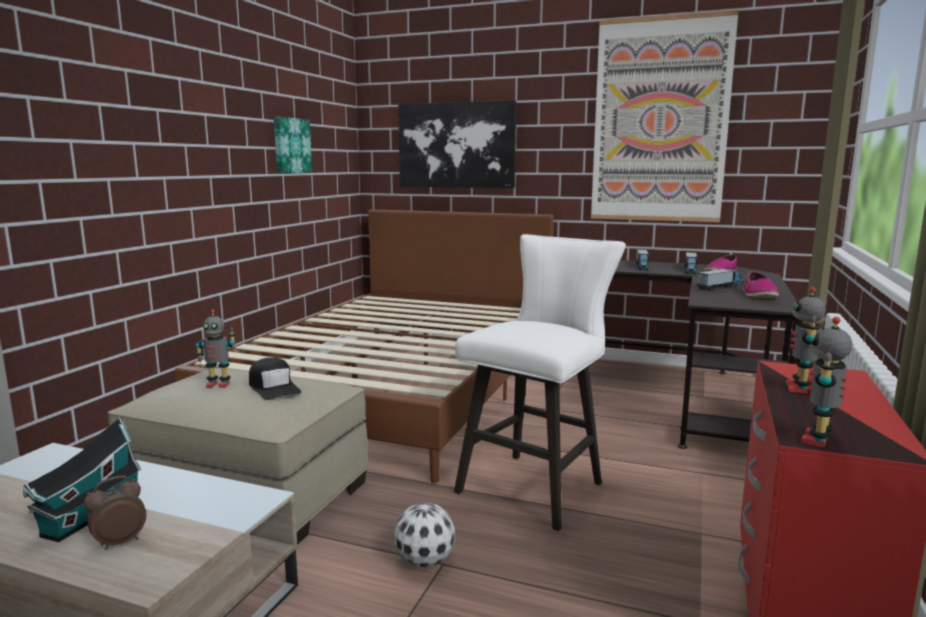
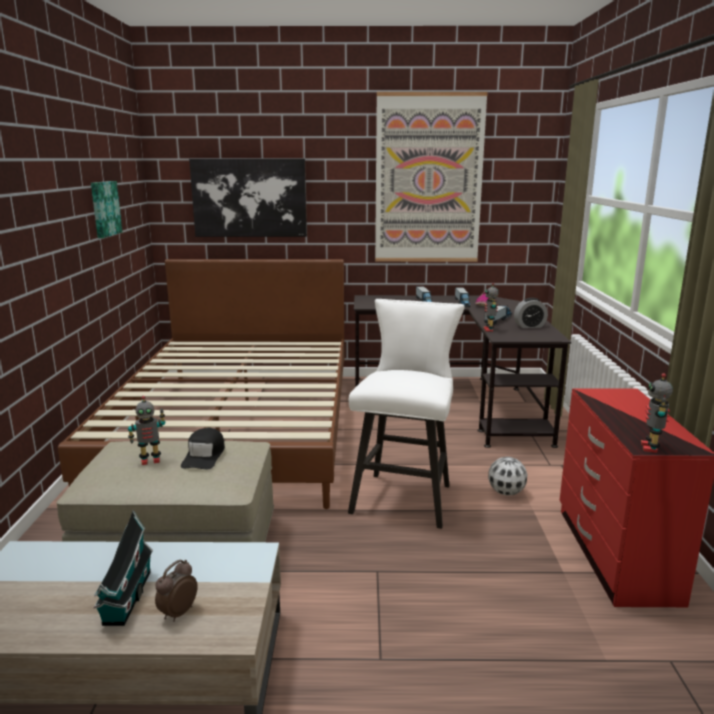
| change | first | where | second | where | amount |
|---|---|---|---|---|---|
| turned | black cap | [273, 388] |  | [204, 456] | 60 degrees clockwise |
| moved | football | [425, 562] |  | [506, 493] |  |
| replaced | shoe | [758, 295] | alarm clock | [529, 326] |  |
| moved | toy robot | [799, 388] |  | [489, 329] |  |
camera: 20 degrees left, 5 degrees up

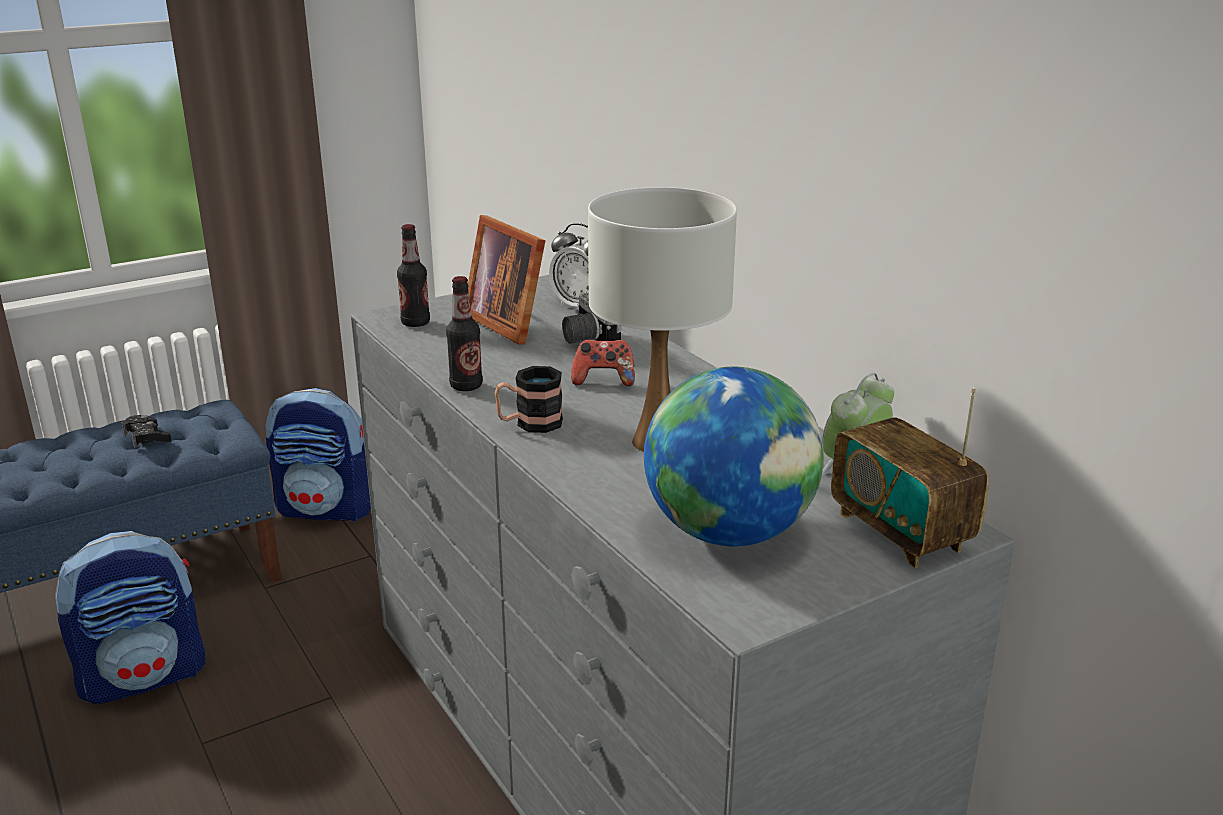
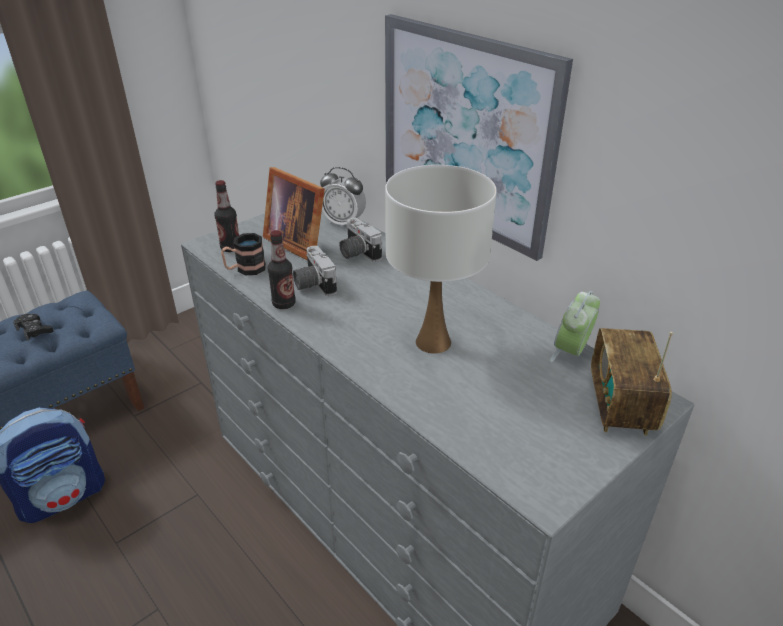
| change | first | where | second | where | amount |
|---|---|---|---|---|---|
| removed | backpack | [326, 509] |  |  |  |
| moved | mug | [529, 424] |  | [245, 269] |  |
| removed | game controller | [603, 380] |  |  |  |
| removed | globe | [729, 532] |  |  |  |
| turned | radio | [900, 532] |  | [620, 406] | 45 degrees clockwise |
| added |  |  | photo camera | [313, 284] |  |
| added |  |  | picture | [465, 133] |  |
camera: 10 degrees left, 10 degrees up

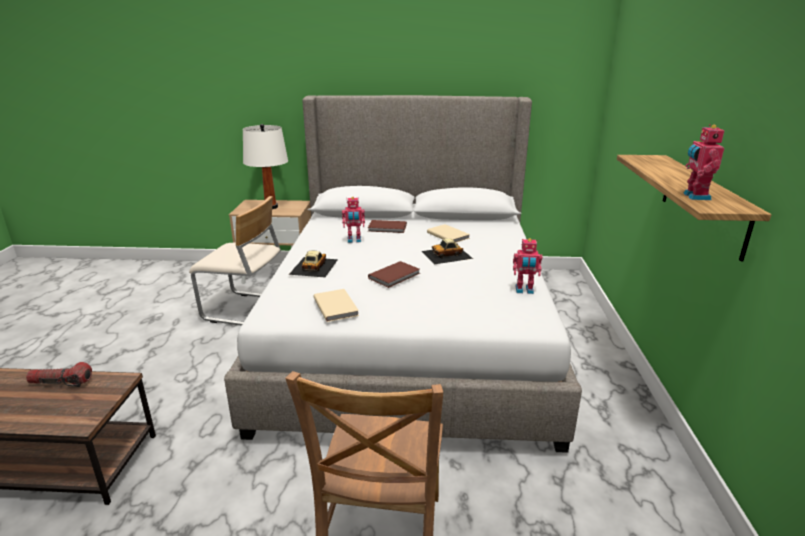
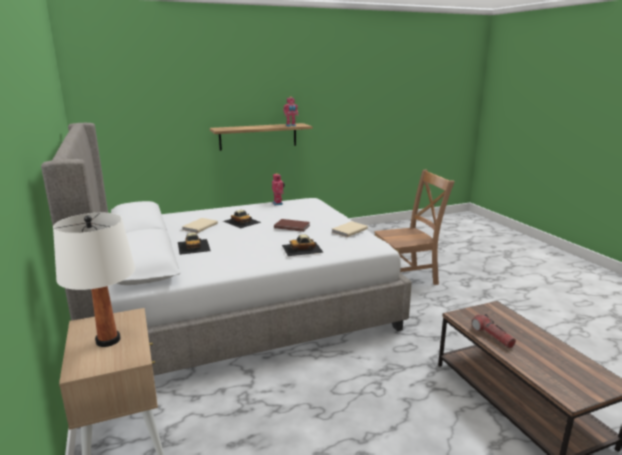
| change | first | where | second | where | amount |
|---|---|---|---|---|---|
| removed | beige chair | [248, 311] |  |  |  |
| removed | toy robot | [354, 240] |  |  |  |
| replaced | brown book | [387, 228] | toy car | [194, 246] |  |
camera: 115 degrees left, 5 degrees down

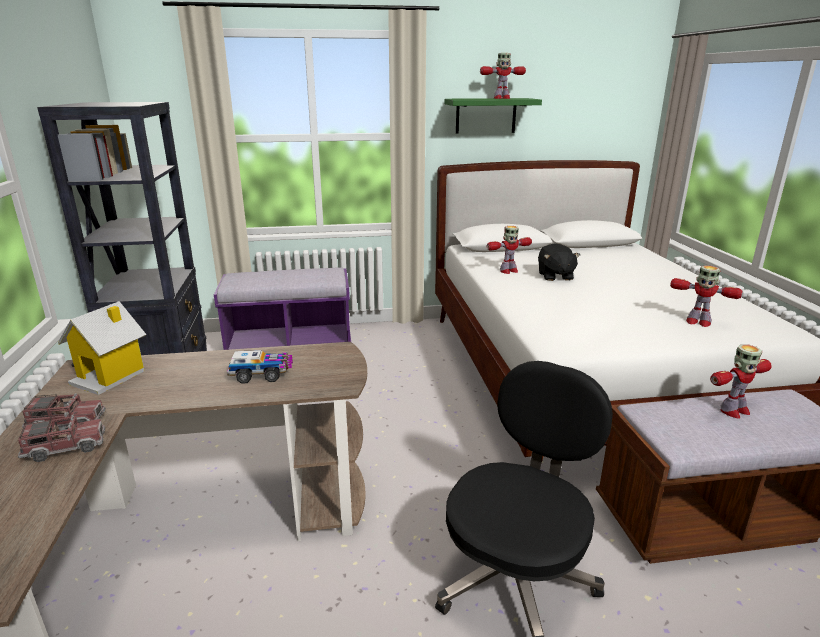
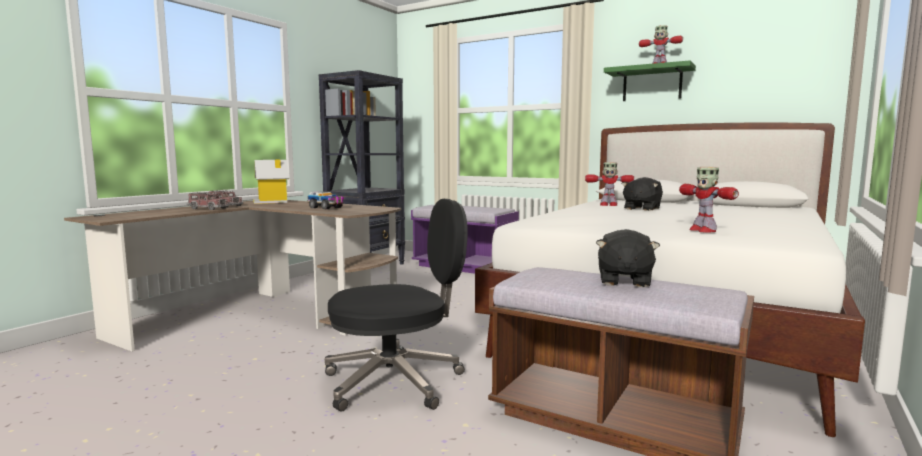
| change | first | where | second | where | amount |
|---|---|---|---|---|---|
| replaced | toy robot | [733, 411] | black plush toy | [624, 281] |  |
camera: 40 degrees right, 15 degrees down

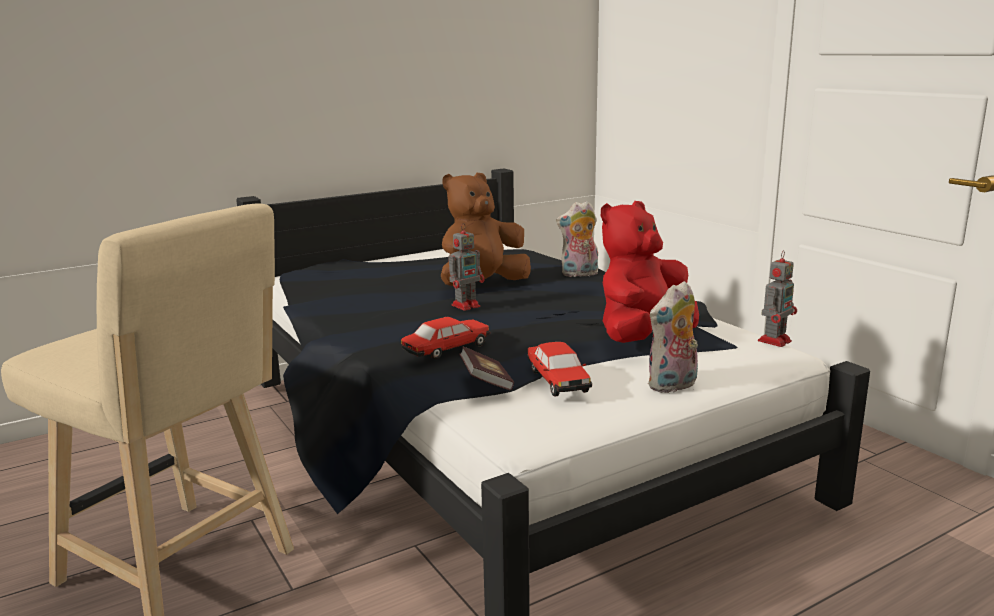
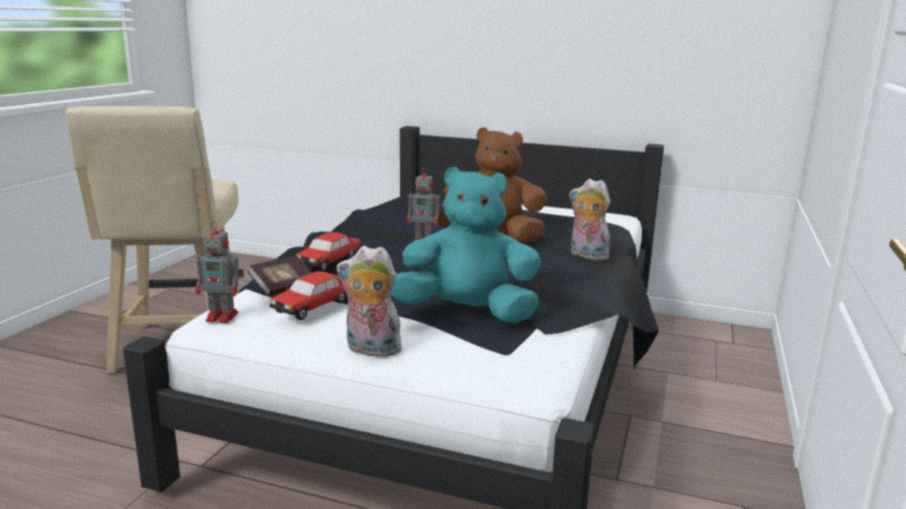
| change | first | where | second | where | amount |
|---|---|---|---|---|---|
| turned | toy car | [446, 349] |  | [329, 261] | 105 degrees clockwise |
| recoloured | red plush toy | [643, 337] | turquoise plush toy | [467, 313] |  |
| moved | toy robot | [775, 340] |  | [224, 317] |  |
camera: 50 degrees right, 0 degrees up

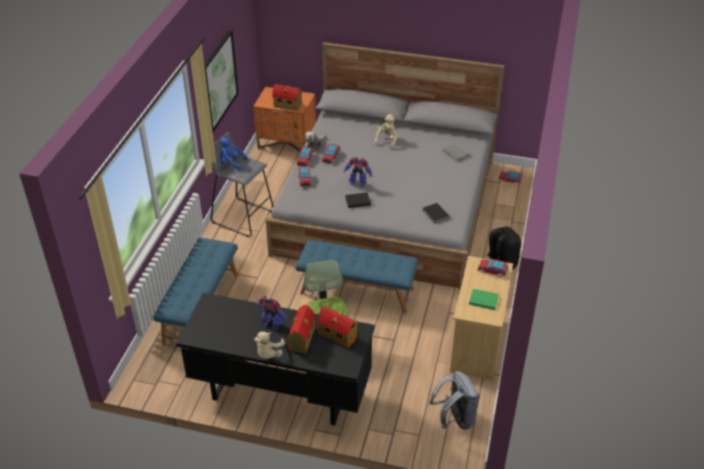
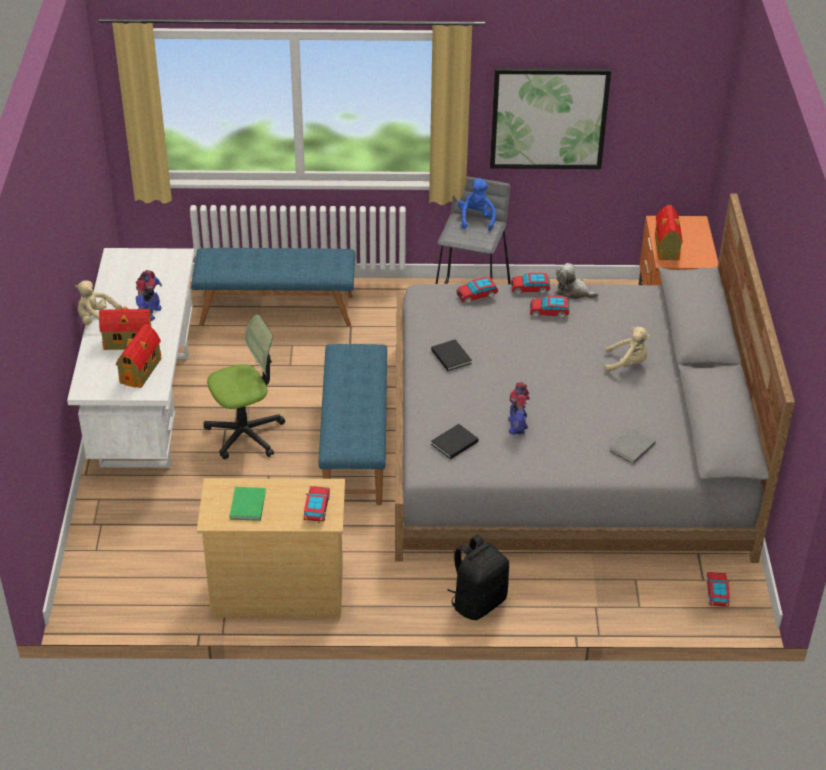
| change | first | where | second | where | amount |
|---|---|---|---|---|---|
| recoloured | black desk | [279, 392] | white desk | [145, 408] |  |
| moved | toy robot | [357, 182] |  | [517, 425] |  |
| removed | grey backpack | [454, 419] |  |  |  |
camera: 75 degrees right, 0 degrees up

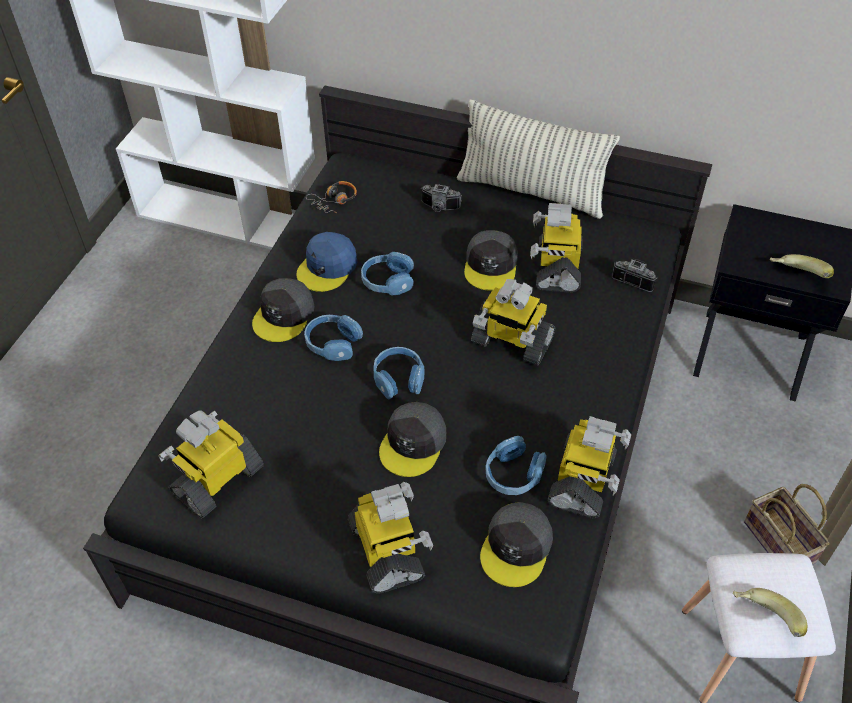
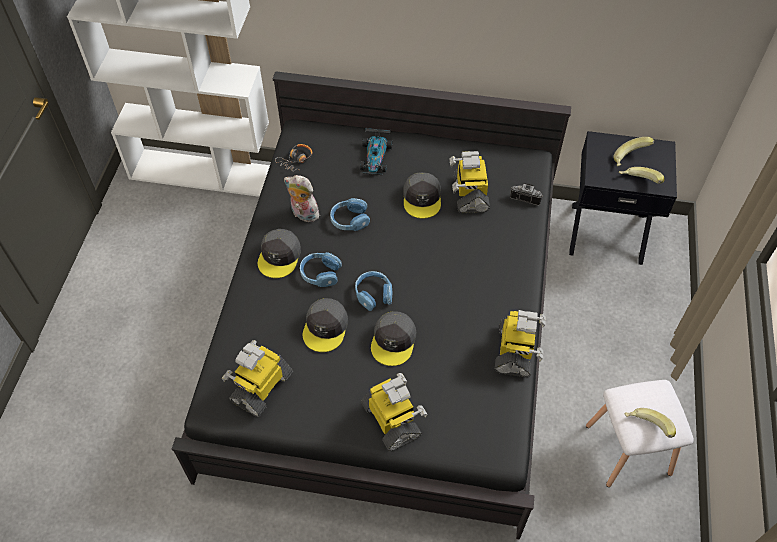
| change | first | where | second | where | amount |
|---|---|---|---|---|---|
| replaced | blue cap | [327, 267] | plush toy | [303, 214] |  |
| replaced | photo camera | [439, 208] | toy car | [375, 157] |  |
| removed | pillow | [531, 191] |  |  |  |
| removed | toy robot | [511, 341] |  |  |  |
| moved | grey cap | [516, 548] |  | [326, 327] |  |
| removed | blue headphones | [514, 474] |  |  |  |
| removed | basket | [781, 543] |  |  |  |
| added |  |  | banana | [630, 159] |  |
camera: 10 degrees left, 5 degrees up

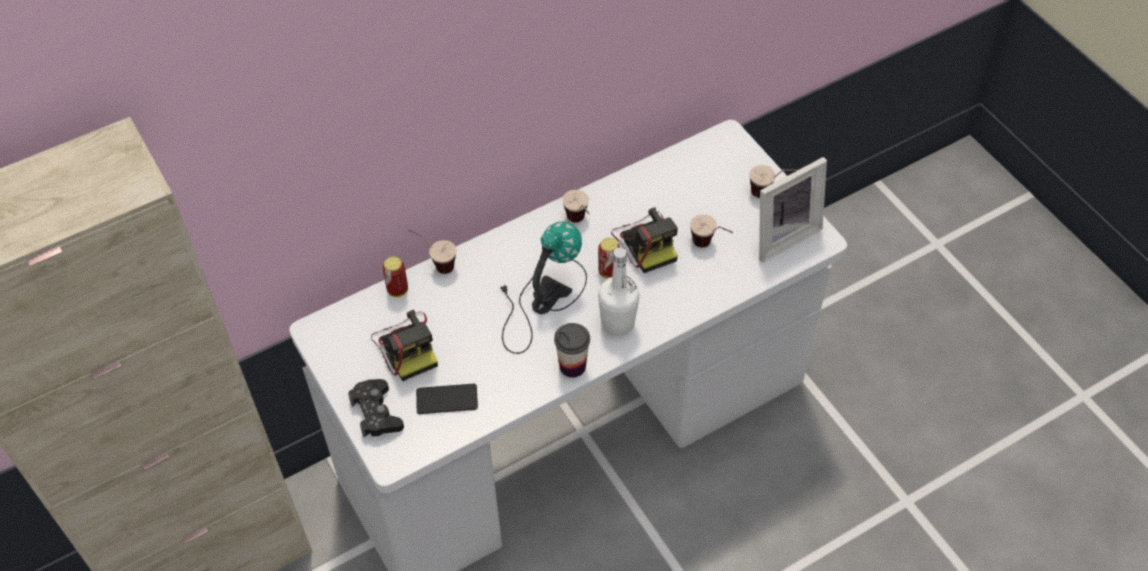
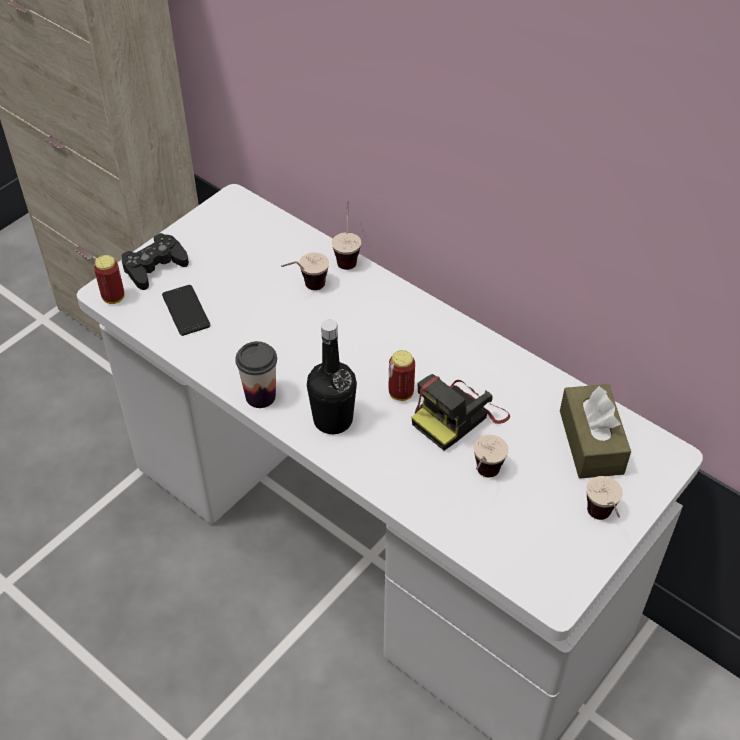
| change | first | where | second | where | amount |
|---|---|---|---|---|---|
| removed | photo camera | [407, 347] |  |  |  |
| moved | can | [398, 290] |  | [113, 298] |  |
| removed | table lamp | [540, 299] |  |  |  |
| moved | cup | [579, 224] |  | [305, 289] |  |
| recoloured | white bottle | [617, 323] | black bottle | [333, 420] |  |
| removed | picture frame | [782, 235] |  |  |  |
| added |  |  | brown tissue box | [591, 442] |  |
camera: 70 degrees right, 5 degrees down

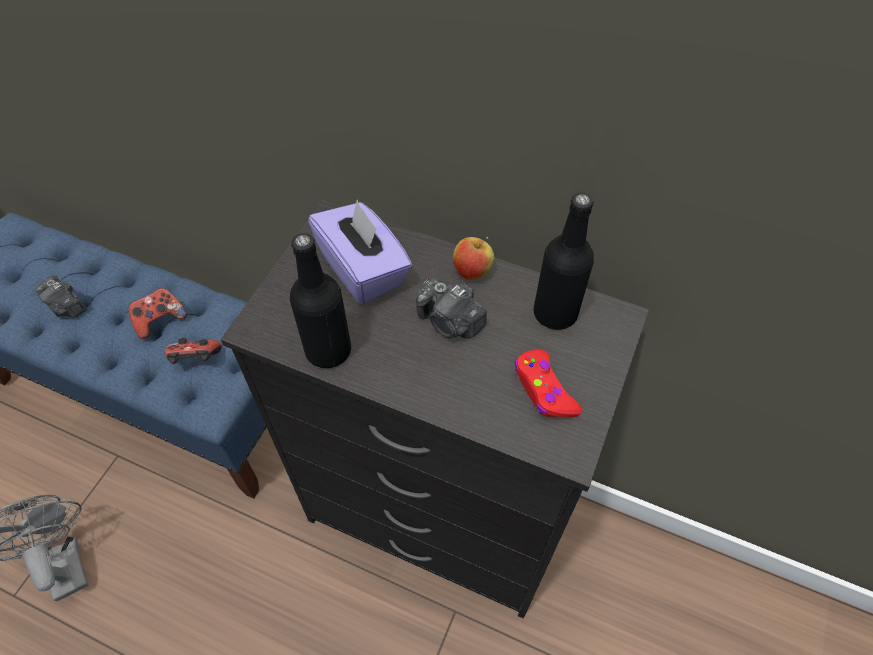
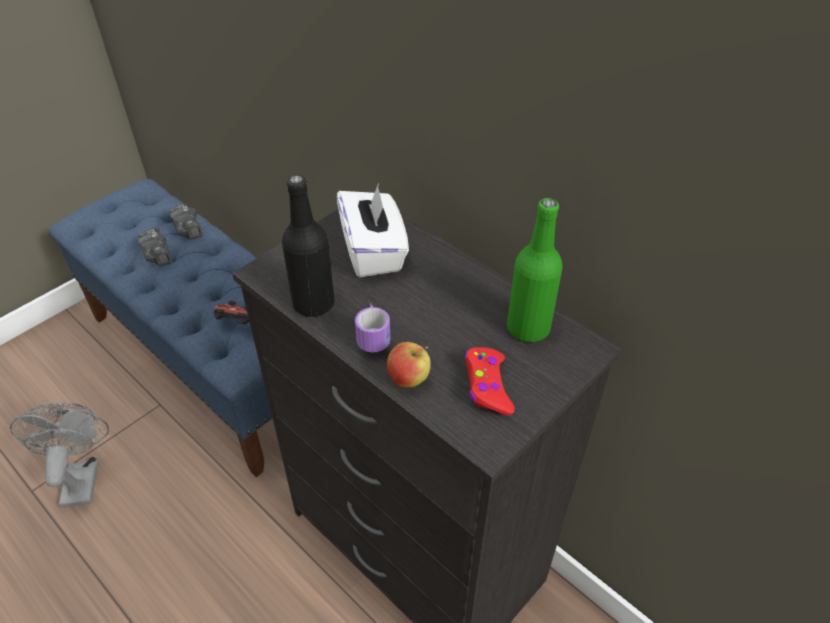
| change | first | where | second | where | amount |
|---|---|---|---|---|---|
| removed | game controller | [160, 320] |  |  |  |
| recoloured | purple tissue box | [363, 270] | white tissue box | [373, 252] |  |
| moved | photo camera | [450, 322] |  | [188, 231] |  |
| moved | apple | [472, 272] |  | [409, 379] |  |
| recoloured | black bottle | [555, 313] | green bottle | [528, 328] |  |
| added |  |  | mug | [373, 332] |  |
camera: 20 degrees right, 10 degrees down

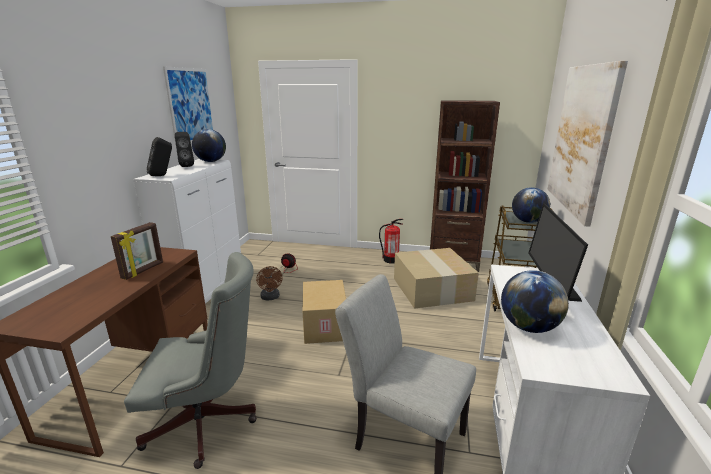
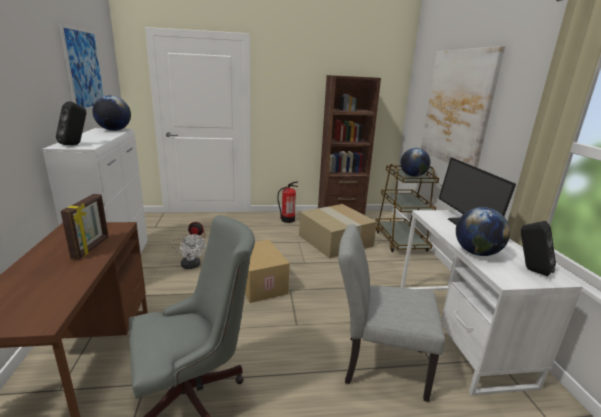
| change | first | where | second | where | amount |
|---|---|---|---|---|---|
| moved | black speaker | [186, 166] |  | [530, 270] |  |
| recoloured | brown fan | [270, 297] | white fan | [192, 266] |  |
camera: 20 degrees left, 0 degrees up

